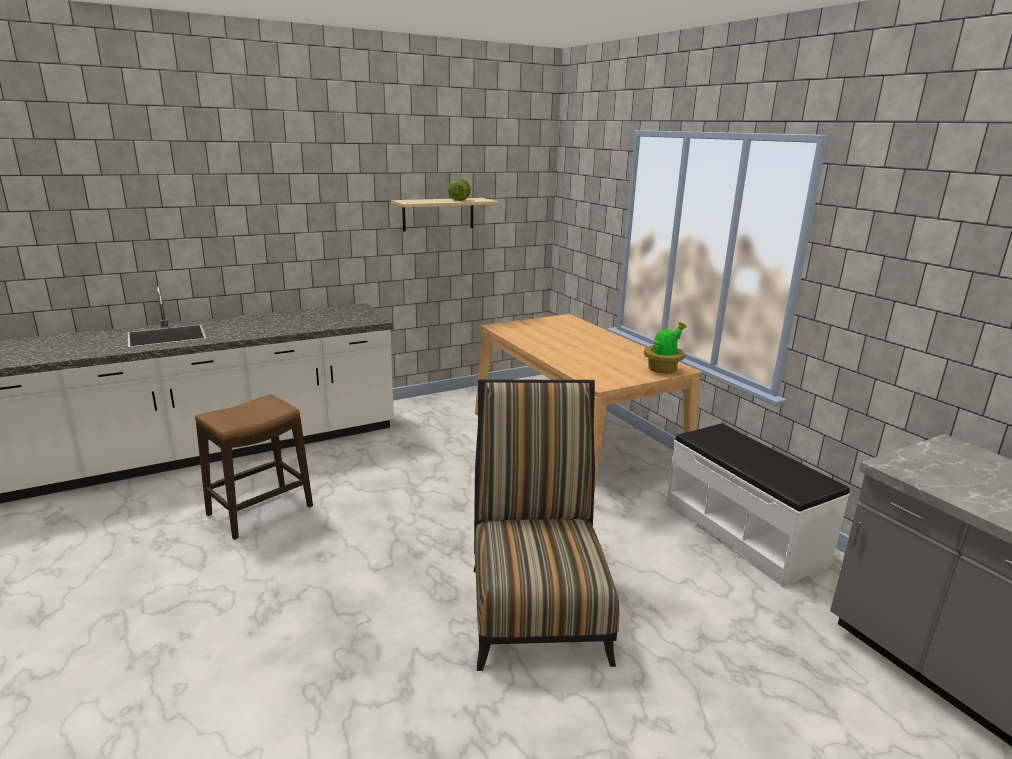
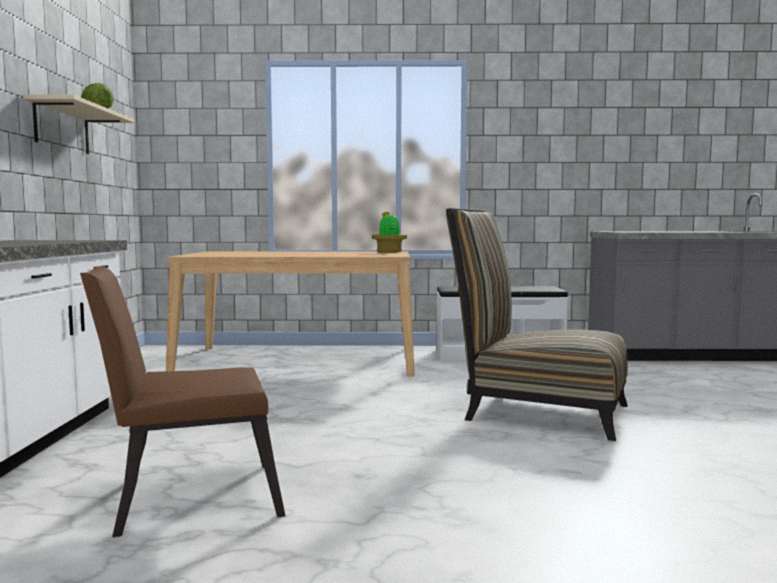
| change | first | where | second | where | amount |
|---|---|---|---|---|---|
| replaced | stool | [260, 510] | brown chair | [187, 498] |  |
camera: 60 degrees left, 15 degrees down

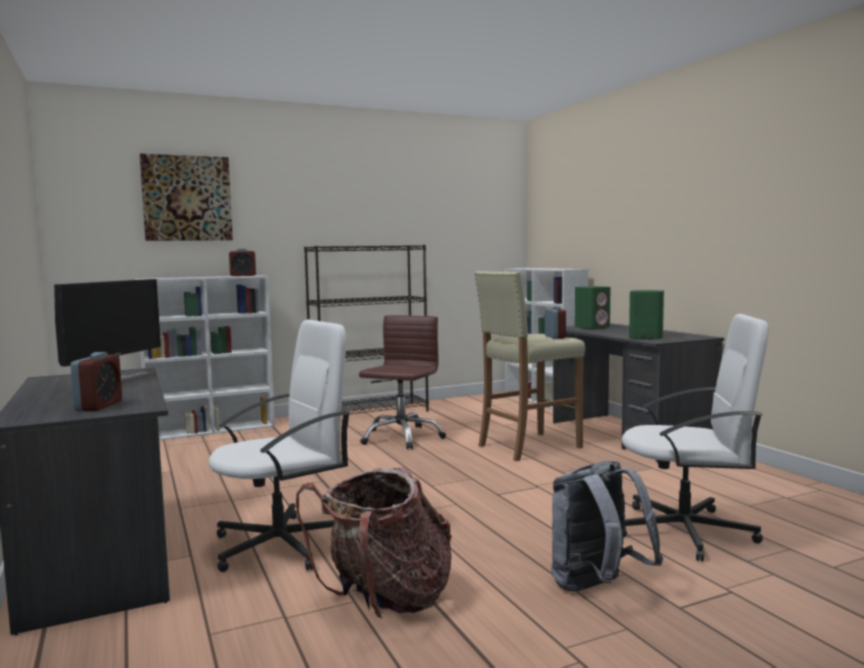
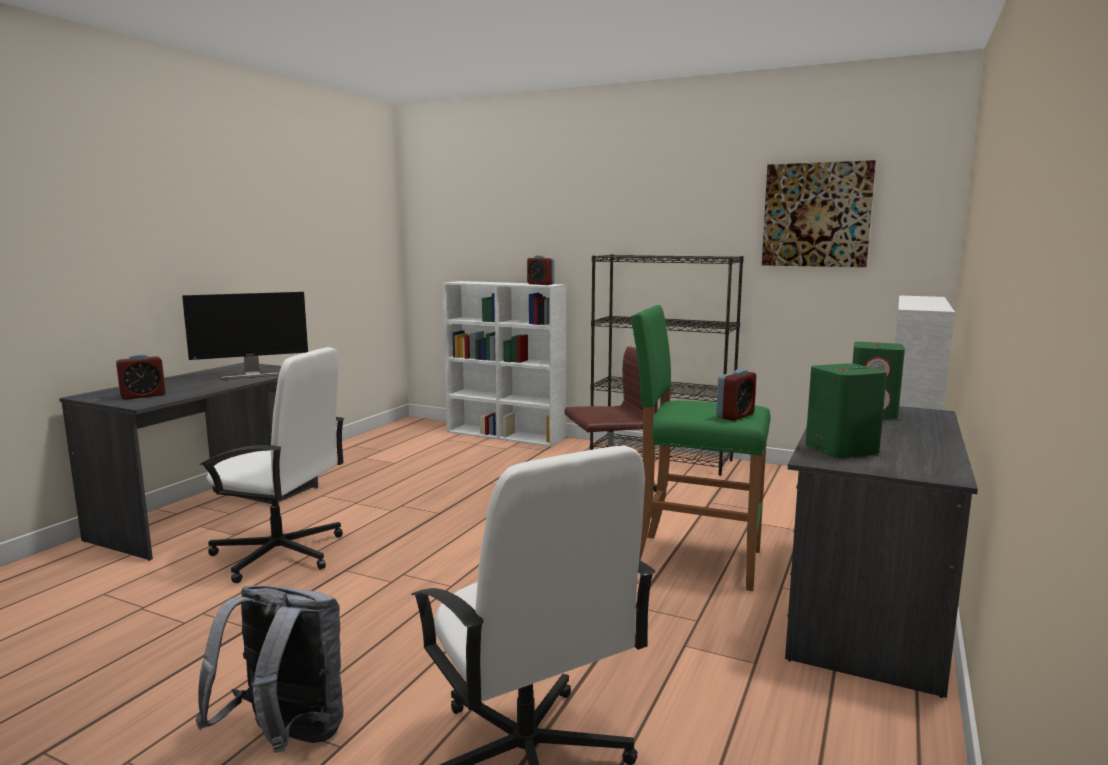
| change | first | where | second | where | amount |
|---|---|---|---|---|---|
| moved | picture | [187, 198] |  | [816, 215] |  |
| removed | backpack | [385, 600] |  |  |  |
| recoloured | beige stool | [528, 446] | green stool | [694, 560] |  |
camera: 50 degrees right, 5 degrees up

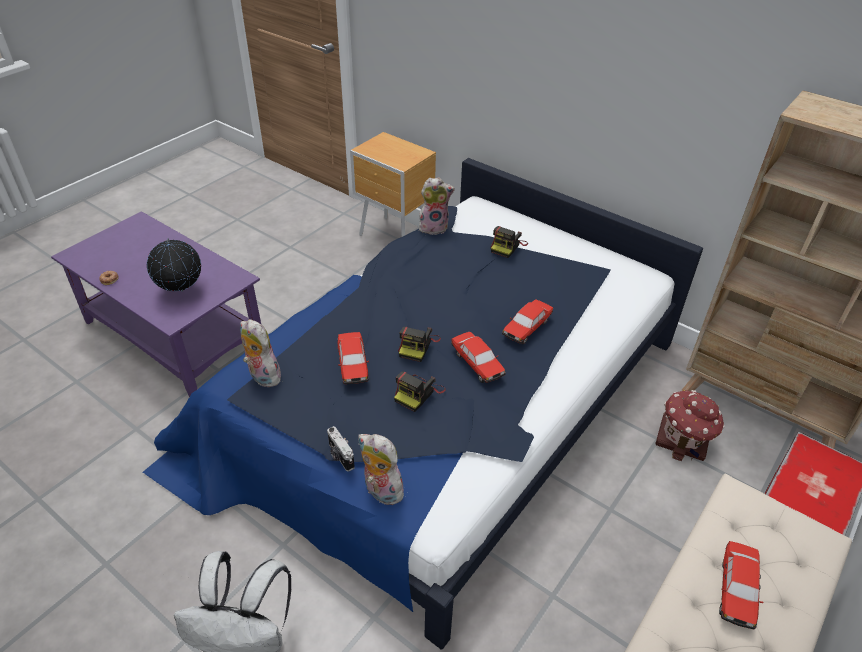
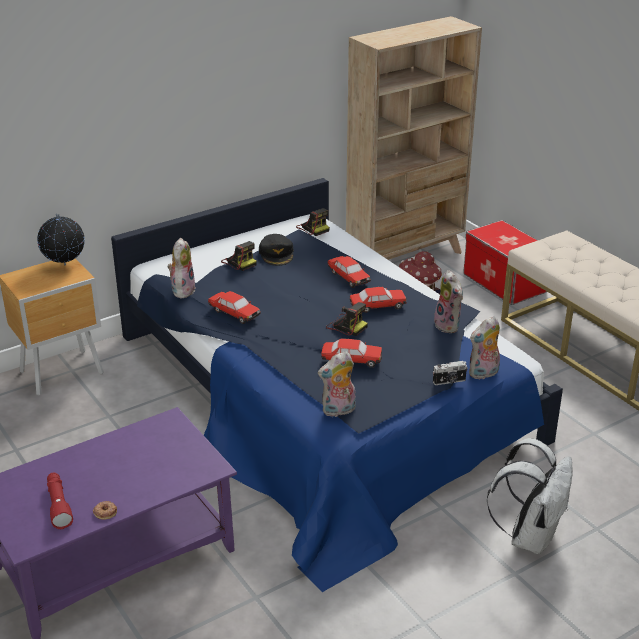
| change | first | where | second | where | amount |
|---|---|---|---|---|---|
| moved | globe | [181, 291] |  | [64, 265] |  |
| moved | photo camera | [418, 393] |  | [313, 228] |  |
| moved | toy car | [736, 589] |  | [234, 313] |  |
| added |  |  | red flashlight | [58, 505] |  |
| added |  |  | black cap | [277, 254] |  |
| added |  |  | plush toy | [449, 326] |  |
camera: 70 degrees left, 10 degrees down

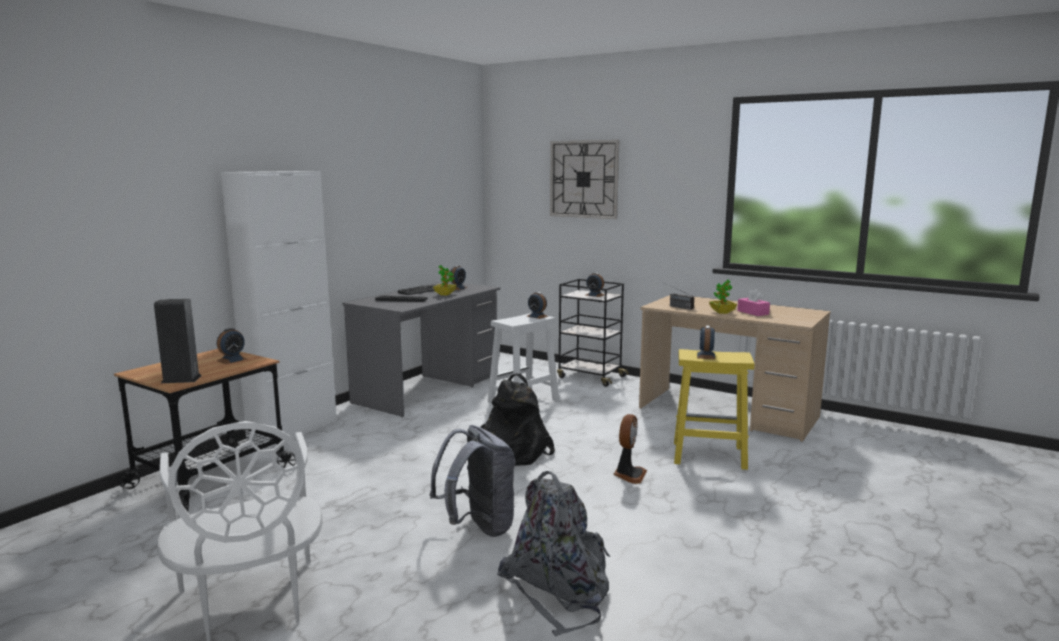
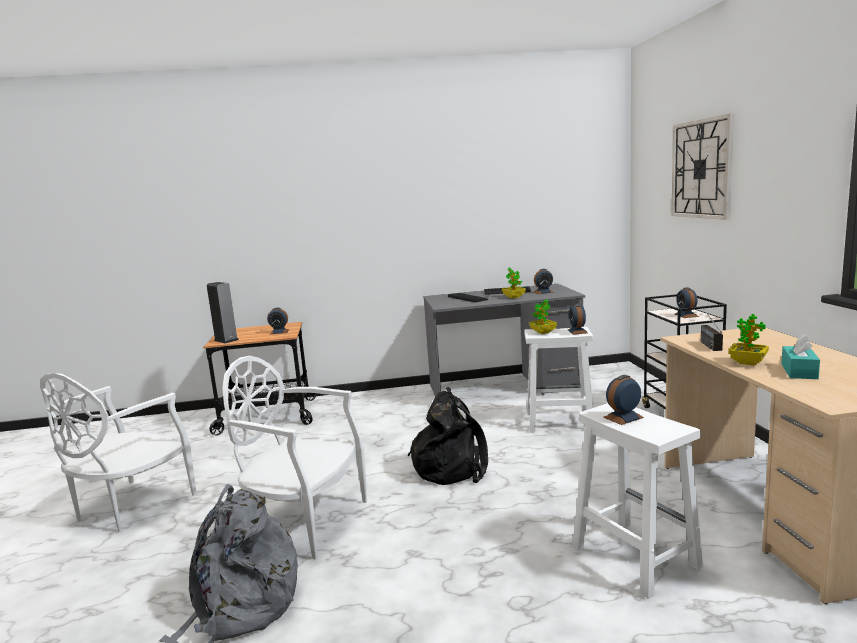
| change | first | where | second | where | amount |
|---|---|---|---|---|---|
| removed | white cabinet | [293, 430] |  |  |  |
| replaced | grey backpack | [478, 527] | white chair | [305, 521] |  |
| removed | fan | [629, 475] |  |  |  |
| recoloured | yellow stool | [707, 455] | white stool | [633, 556] |  |
| recoloured | pink tissue box | [753, 312] | turquoise tissue box | [799, 371] |  |
| added |  |  | potted plant | [543, 332] |  |
camera: 50 degrees right, 0 degrees up

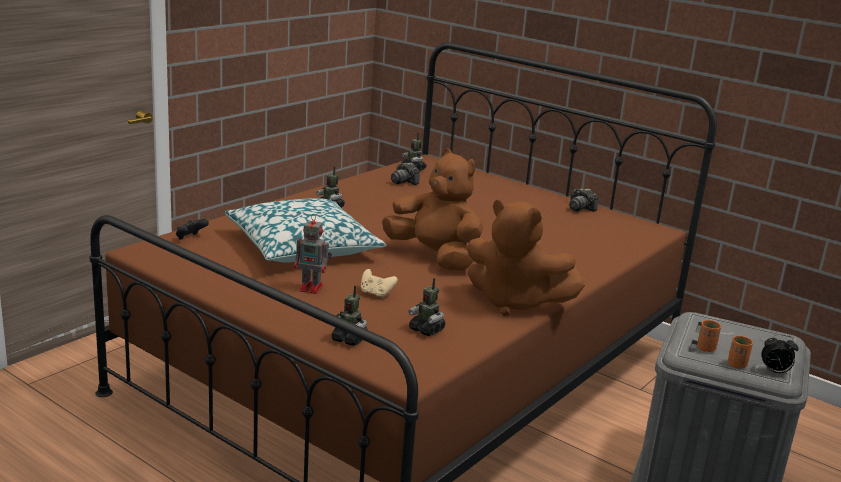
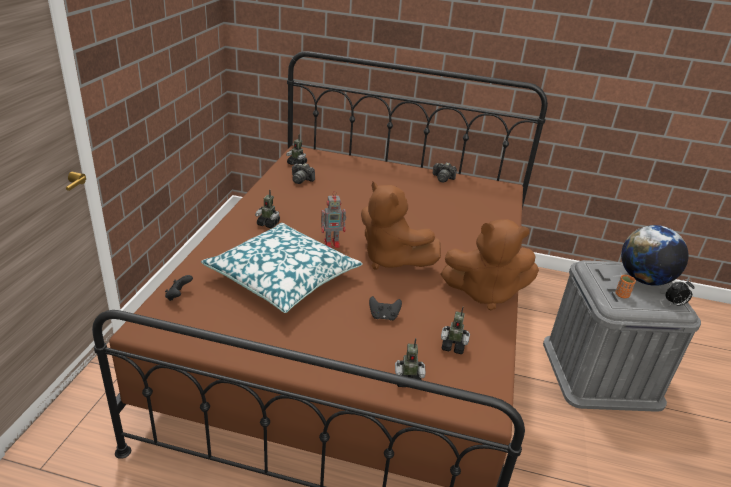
| change | first | where | second | where | amount |
|---|---|---|---|---|---|
| moved | toy robot | [312, 288] |  | [332, 243] |  |
| recoloured | beige game controller | [376, 294] | black game controller | [384, 316] |  |
| turned | brown plush toy | [434, 257] |  | [391, 259] | 150 degrees counterclockwise |
| removed | orange cup | [737, 365] |  |  |  |
| added |  |  | globe | [644, 279] |  |
camera: 25 degrees left, 10 degrees up

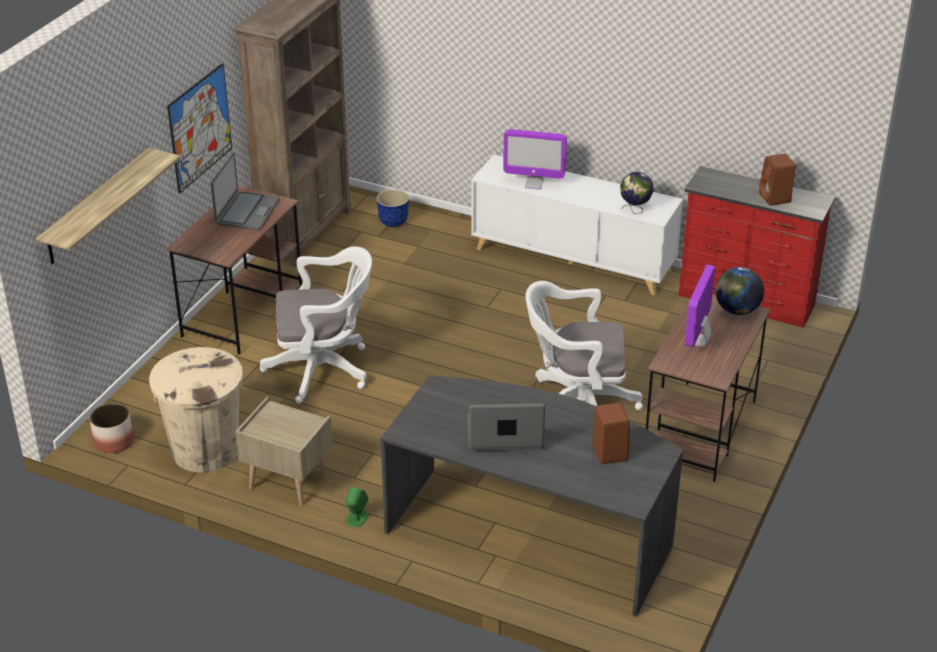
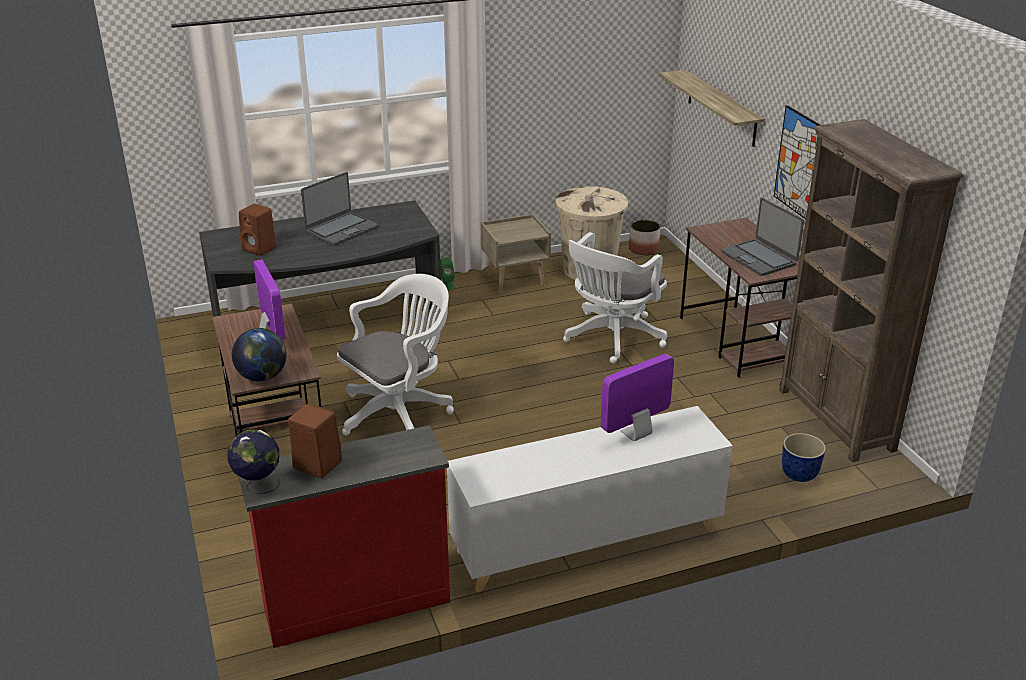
| change | first | where | second | where | amount |
|---|---|---|---|---|---|
| moved | globe | [635, 210] |  | [258, 486] |  |
camera: 135 degrees right, 5 degrees down

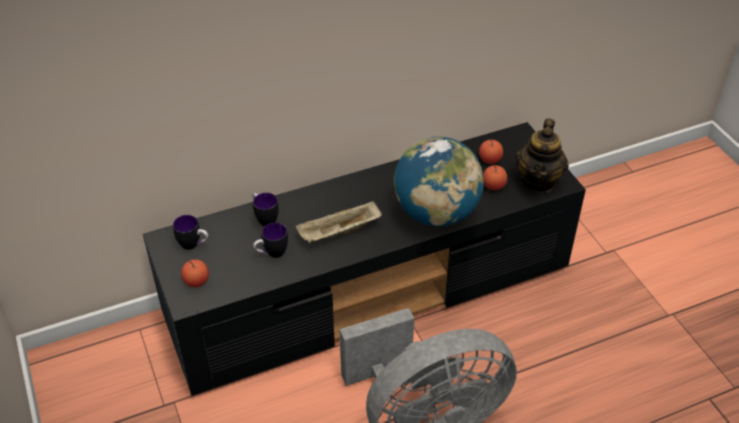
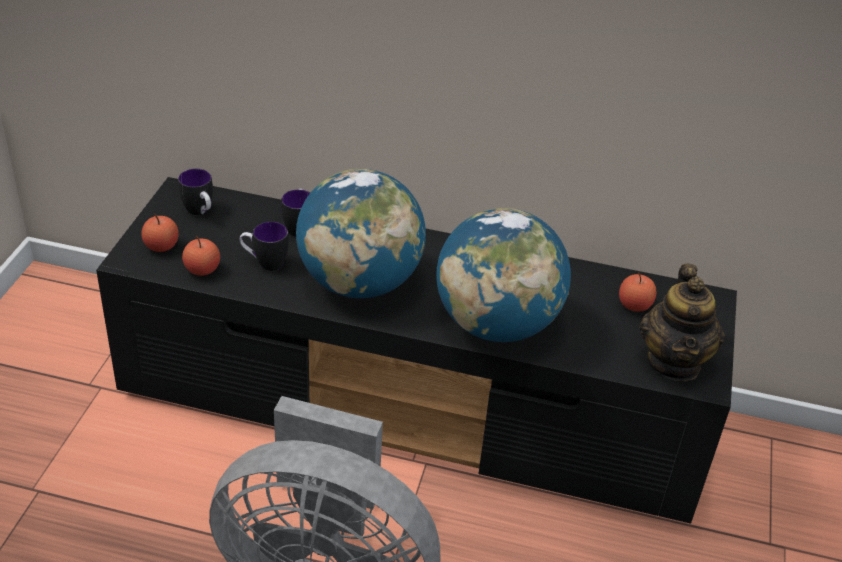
| change | first | where | second | where | amount |
|---|---|---|---|---|---|
| replaced | beige tray | [339, 233] | globe | [360, 283] |  |
| moved | apple | [493, 186] |  | [202, 270] |  |
| turned | teapot | [539, 180] |  | [674, 362] | 45 degrees counterclockwise |
camera: 35 degrees right, 5 degrees down

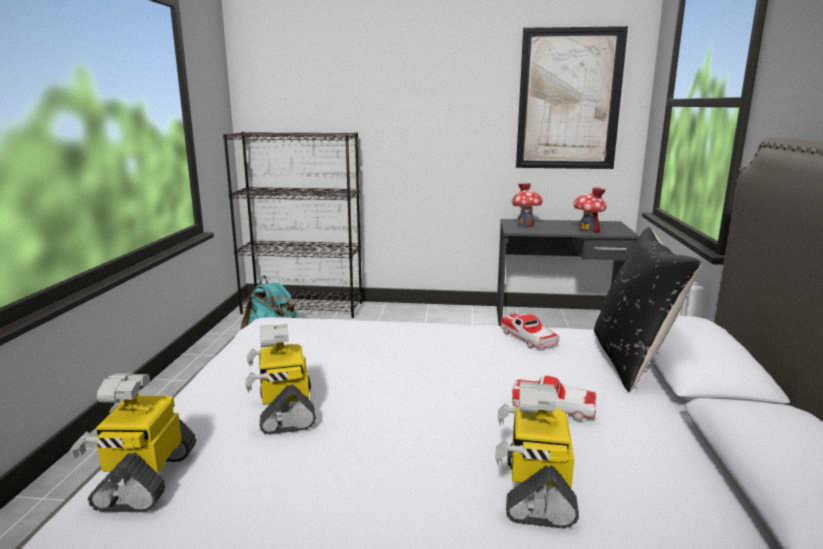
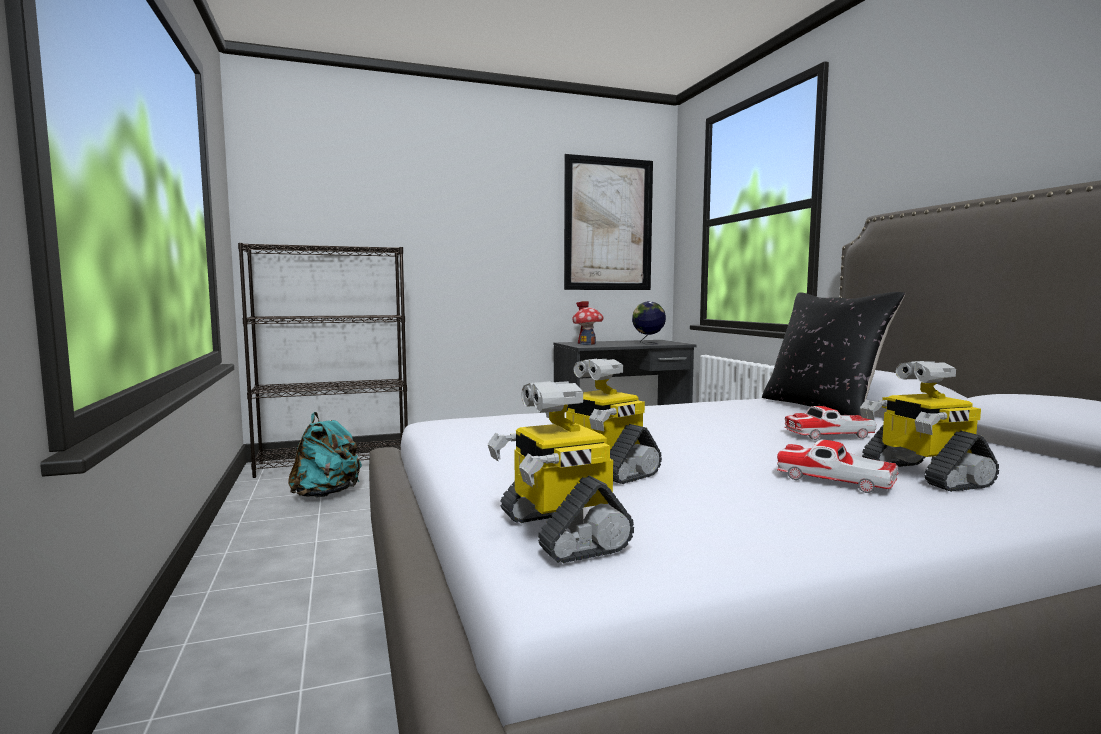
| change | first | where | second | where | amount |
|---|---|---|---|---|---|
| moved | toy car | [528, 338] |  | [835, 480] |  |
| replaced | toy house | [587, 230] | globe | [648, 344] |  |
camera: 25 degrees left, 10 degrees down

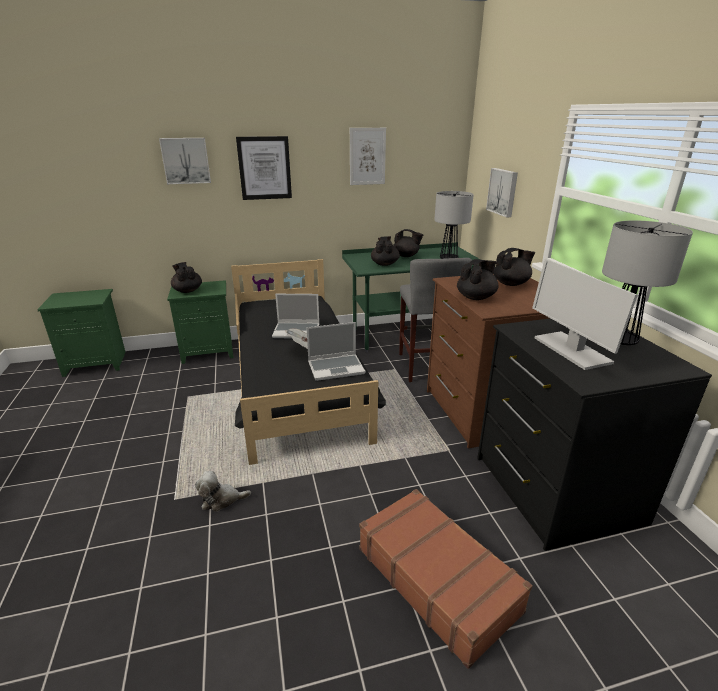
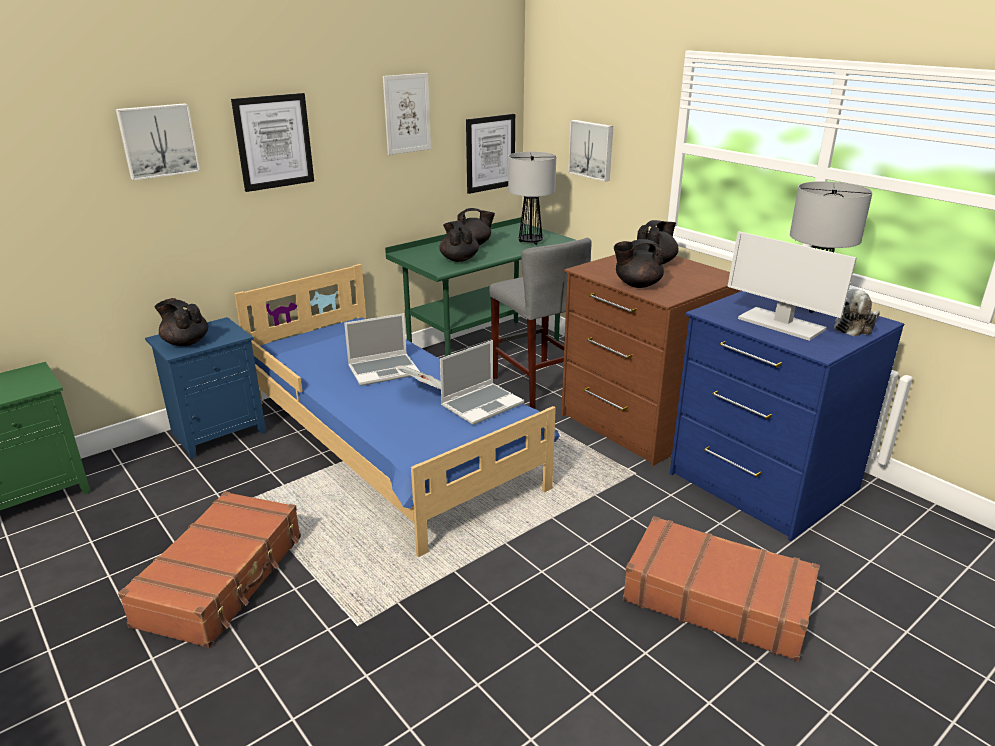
| change | first | where | second | where | amount |
|---|---|---|---|---|---|
| recoloured | green nightstand | [209, 351] | blue nightstand | [218, 432] |  |
| moved | plush toy | [221, 500] |  | [855, 327] |  |
| recoloured | black bed | [297, 383] | blue bed | [391, 443] |  |
| turned | black teapot | [476, 297] |  | [637, 285] | 120 degrees counterclockwise |
| recoloured | black dresser | [554, 489] | blue dresser | [761, 482] |  |
| added |  |  | brown suitcase | [223, 579] |  |
| added |  |  | picture | [490, 153] |  |
camera: 25 degrees left, 0 degrees up

